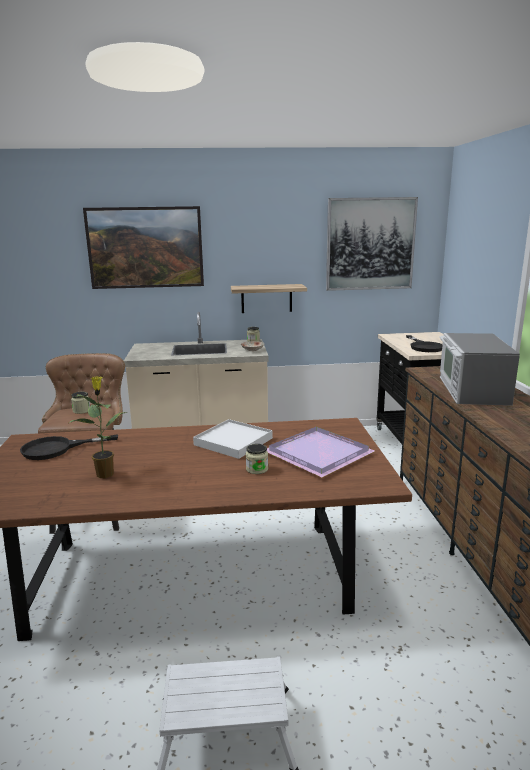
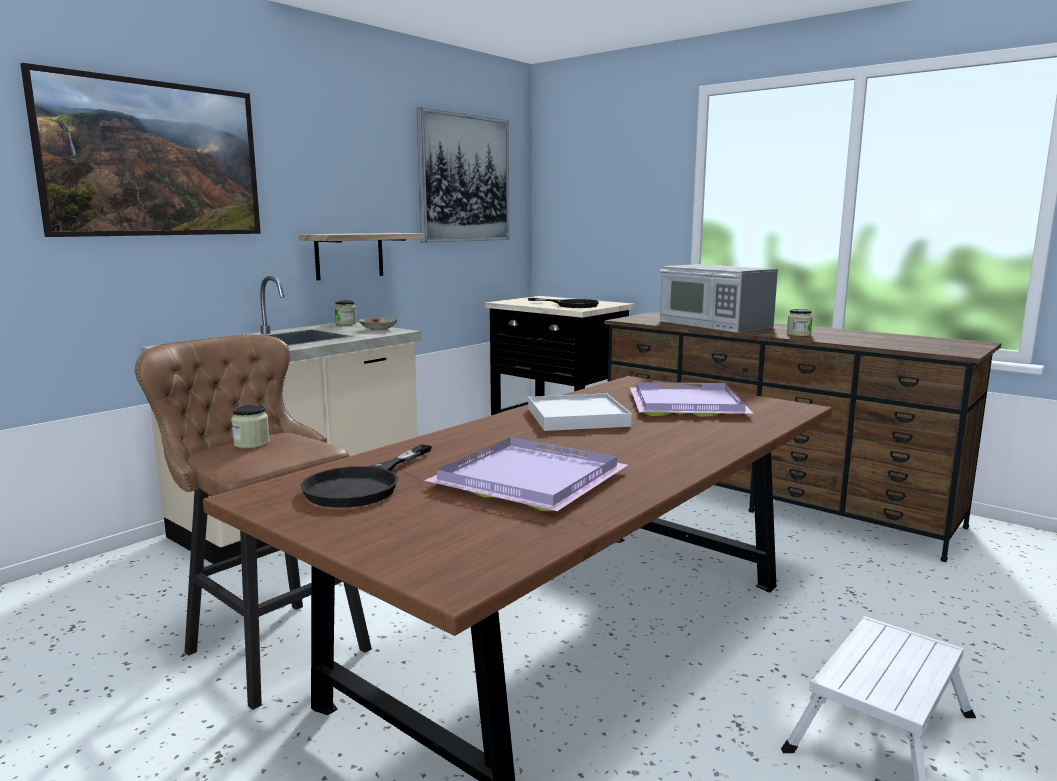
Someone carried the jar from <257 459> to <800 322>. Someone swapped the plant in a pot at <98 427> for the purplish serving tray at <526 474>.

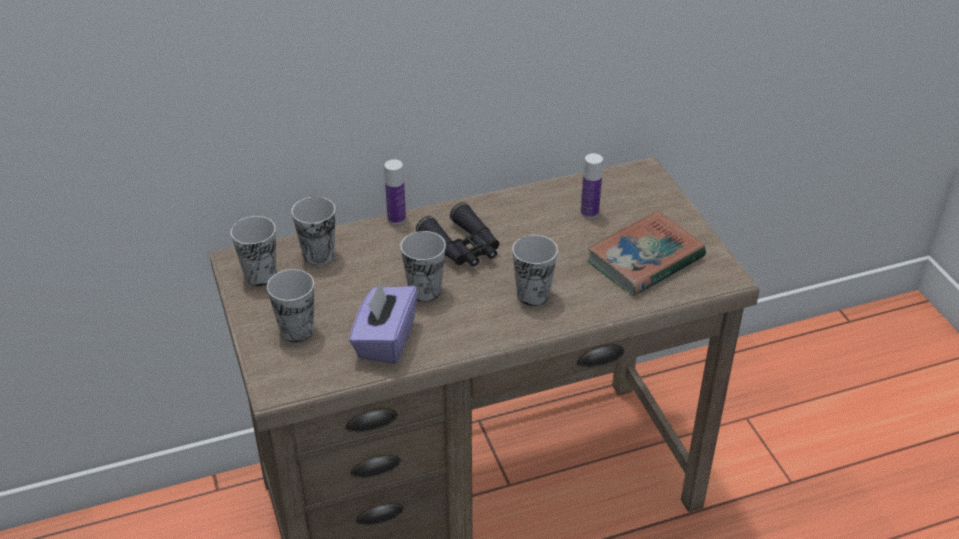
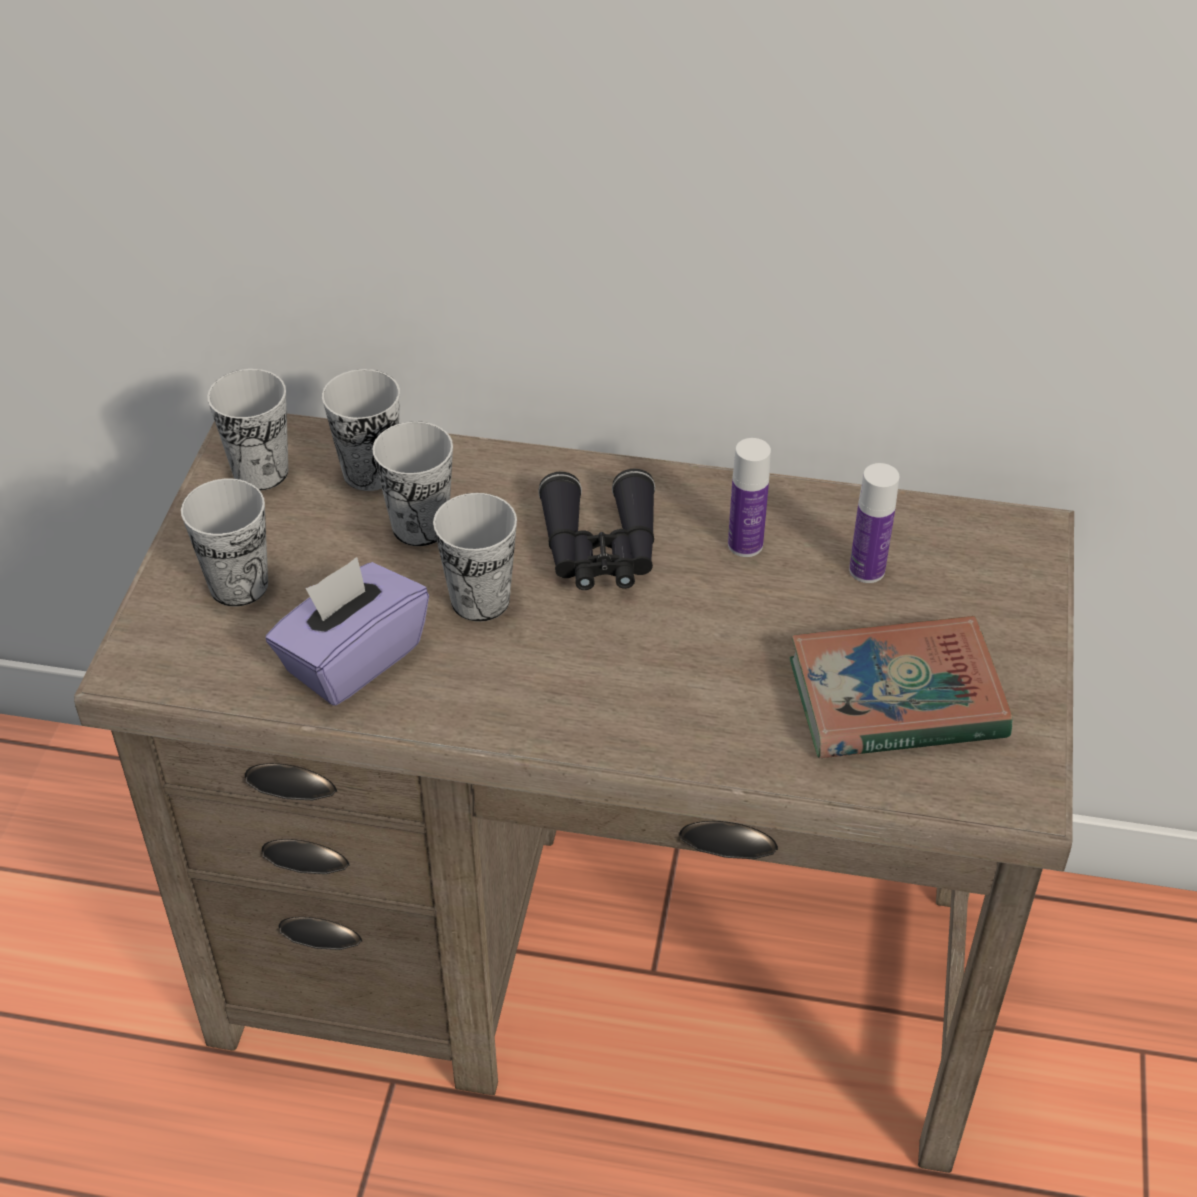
Someone carried the bottle from <395 191> to <749 497>. Someone carried the drinking cup from <535 270> to <413 483>.

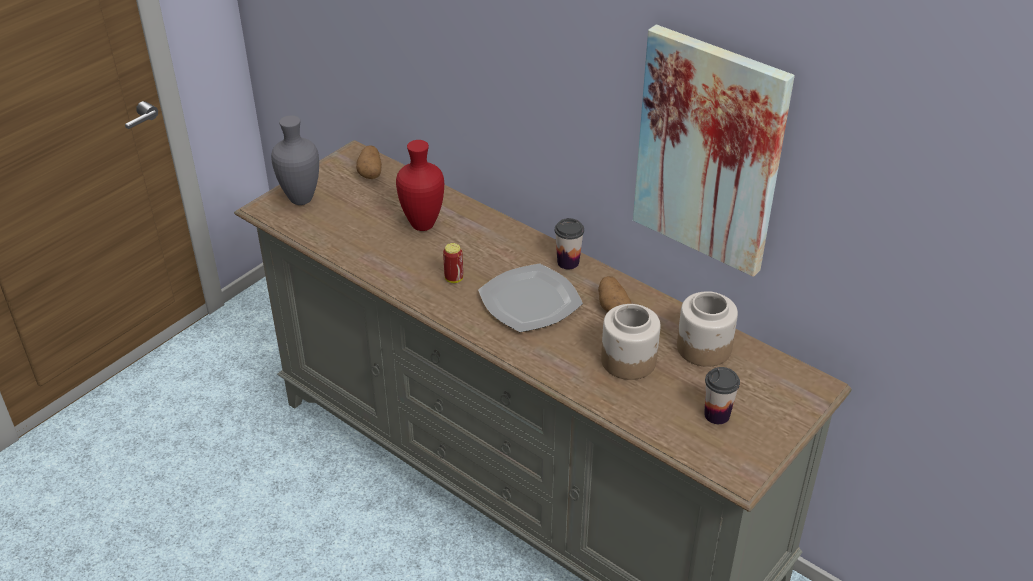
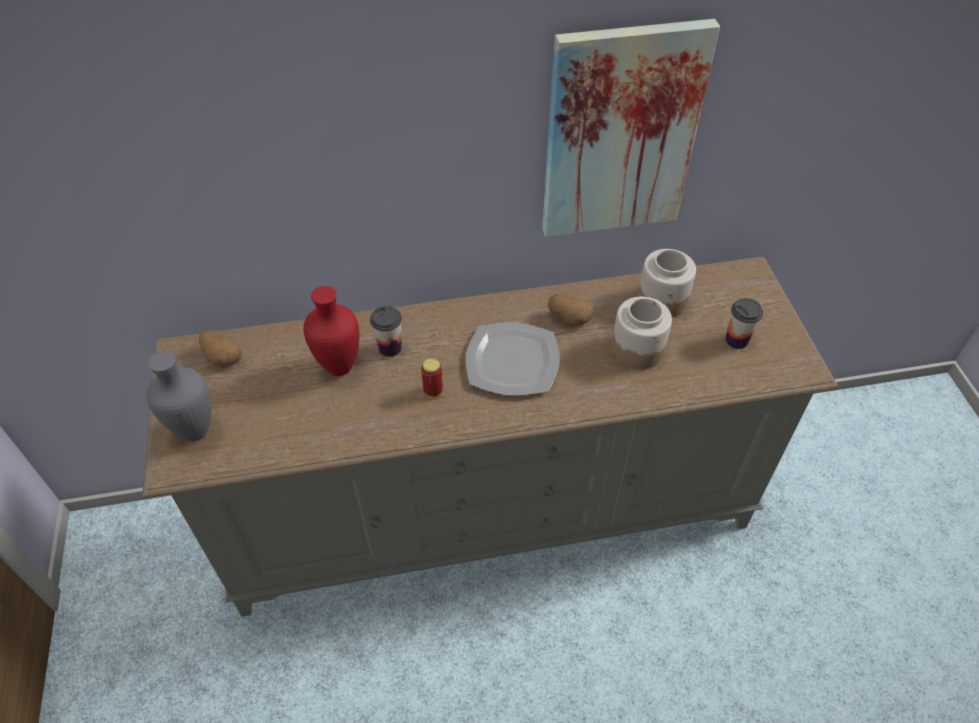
Someone carried the drinking cup from <569 243> to <386 331>.

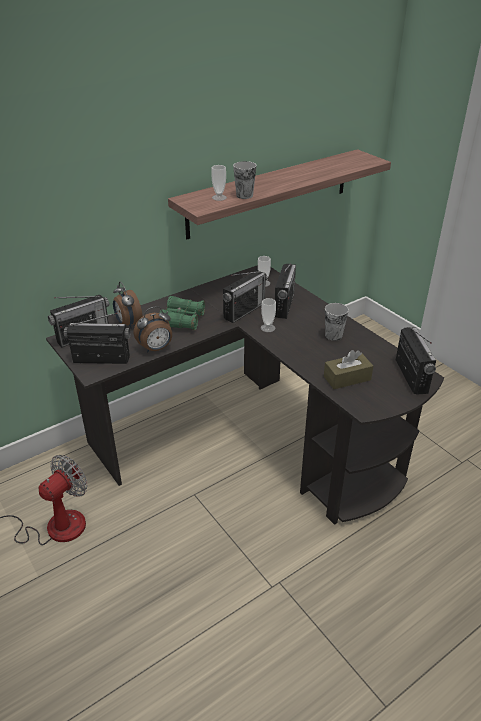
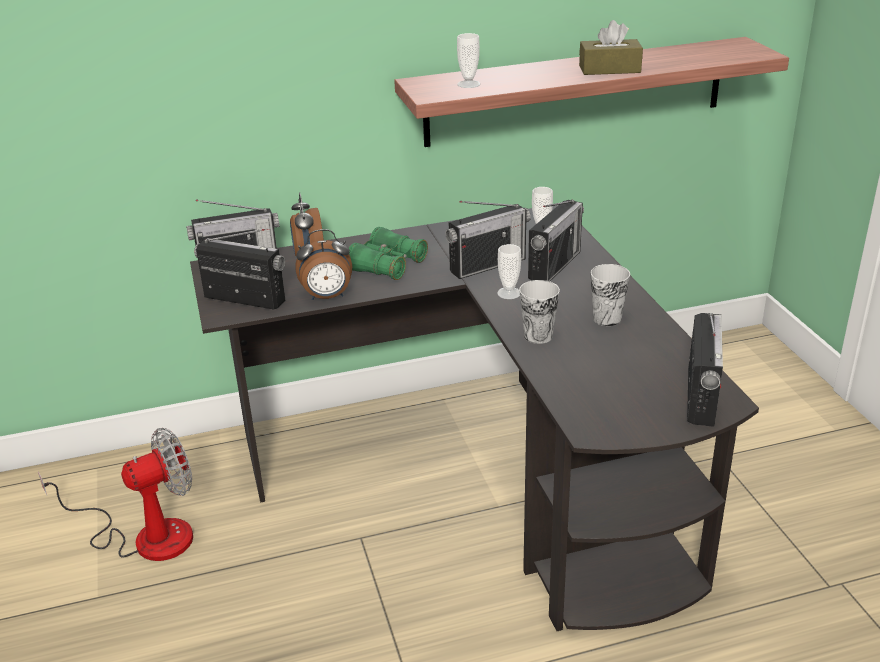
Someone carried the drinking cup from <245 180> to <539 312>. Someone carried the brown-coloured box of tissues from <348 369> to <611 47>.

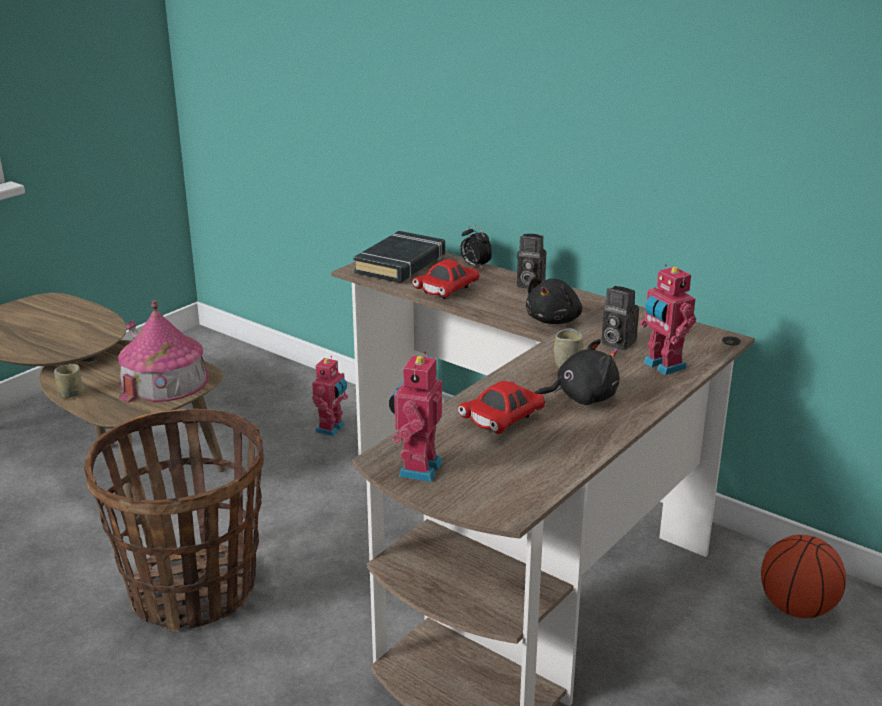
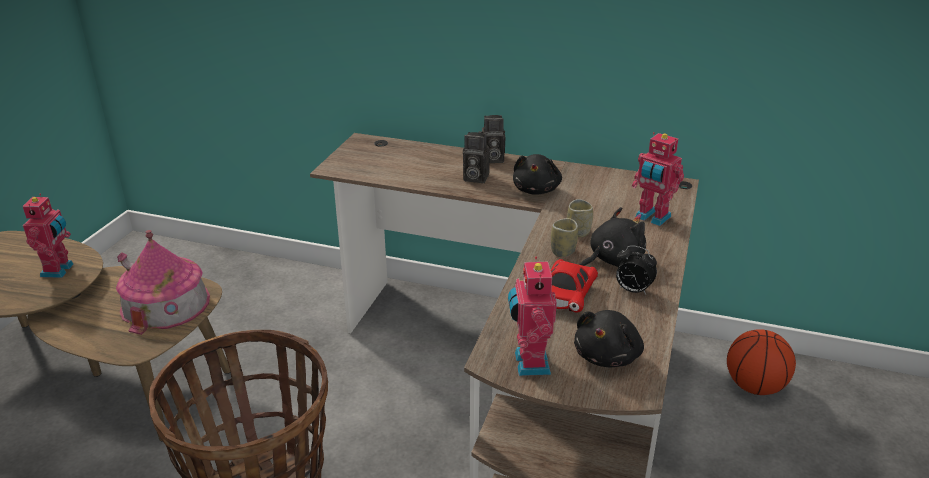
Someone took away the black volume at <399 257>. Someone took away the reddish model car at <445 279>. Someone put down the black soft toy at <609 338>. Someone carried the drinking cup from <68 381> to <564 237>. Someone carried the toy robot from <330 396> to <48 235>. Someone carried the table clock from <476 246> to <636 270>. Someone carried the still camera from <620 318> to <476 157>.

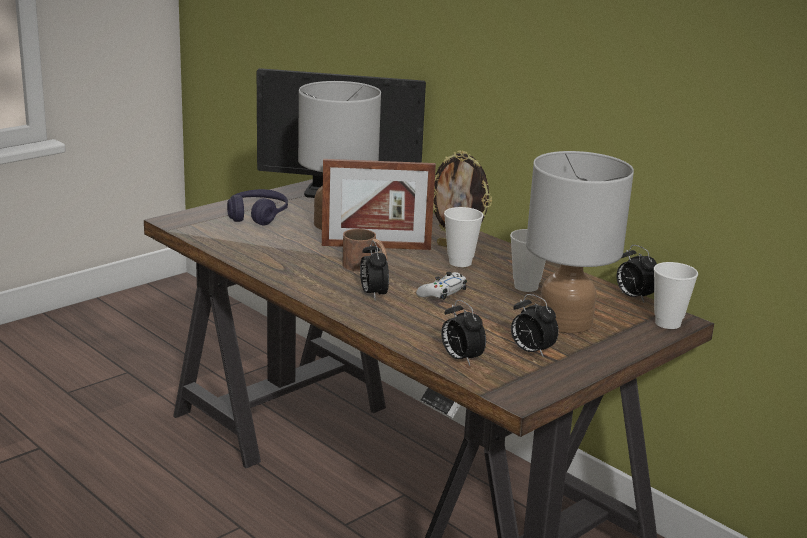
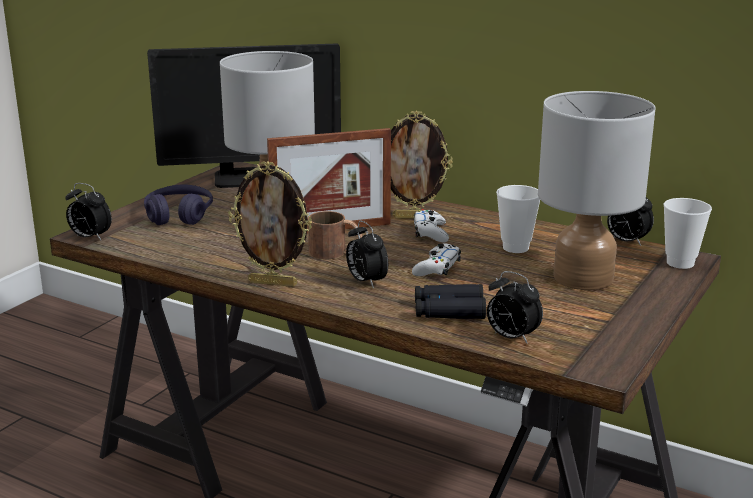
Someone put down the picture frame at <270 224>. Someone put down the black pair of binoculars at <450 301>. Someone carried the table clock from <535 326> to <88 211>. Someone swapped the drinking cup at <463 237> for the white-coloured game controller at <431 226>.

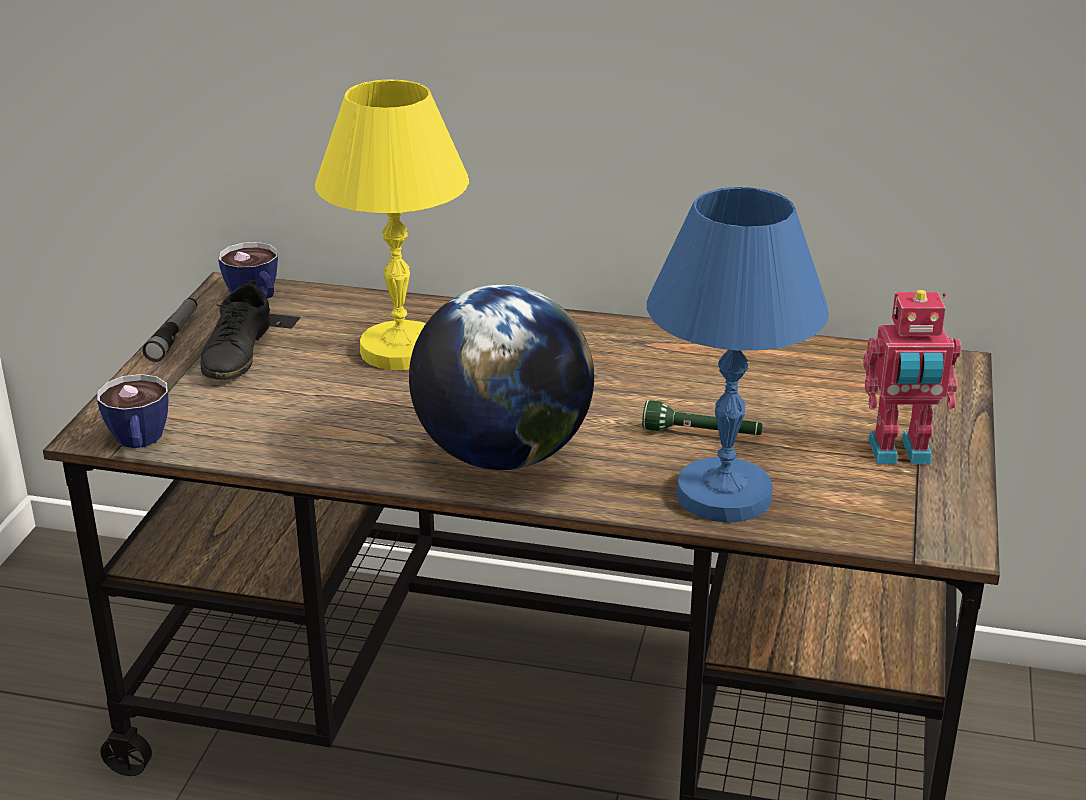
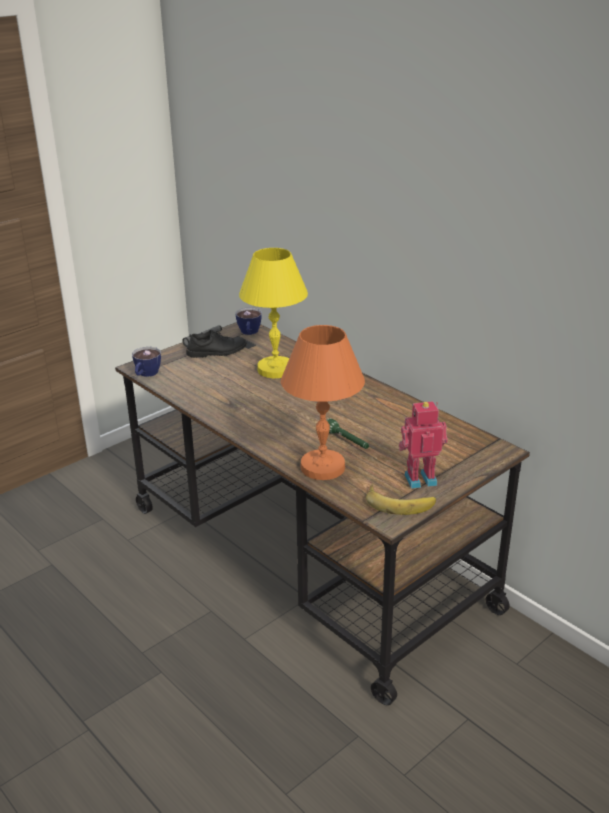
Someone took away the desk globe at <501 377>. Someone put down the banana at <401 499>. Someone repainted the bluish lamp for a table at <738 355>, which became the orangey lamp for a table at <323 402>. Someone rotated the black shoe at <235 330> by 150 degrees counterclockwise. Someone rotated the toy robot at <912 377> by 135 degrees clockwise.

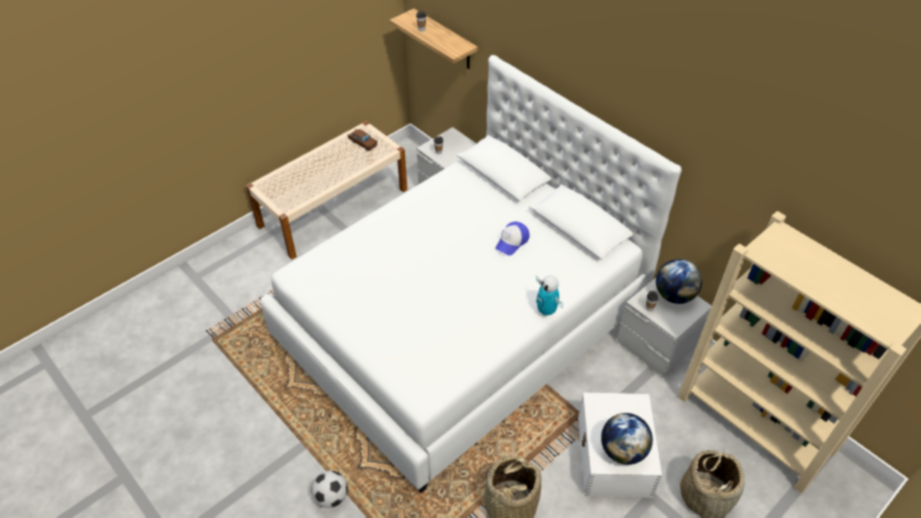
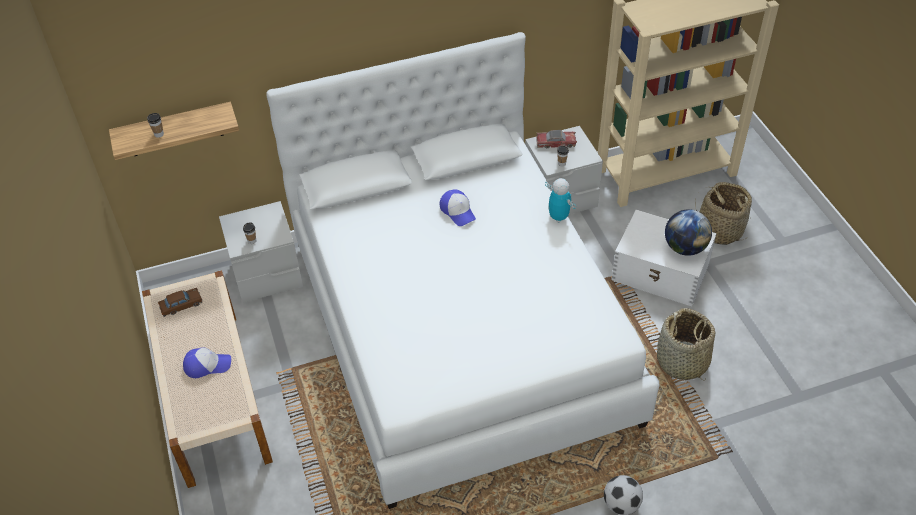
Someone put down the baseball cap at <207 362>. Someone swapped the desk globe at <679 281> for the model car at <556 139>. Someone rotated the toy robot at <549 296> by 120 degrees counterclockwise.

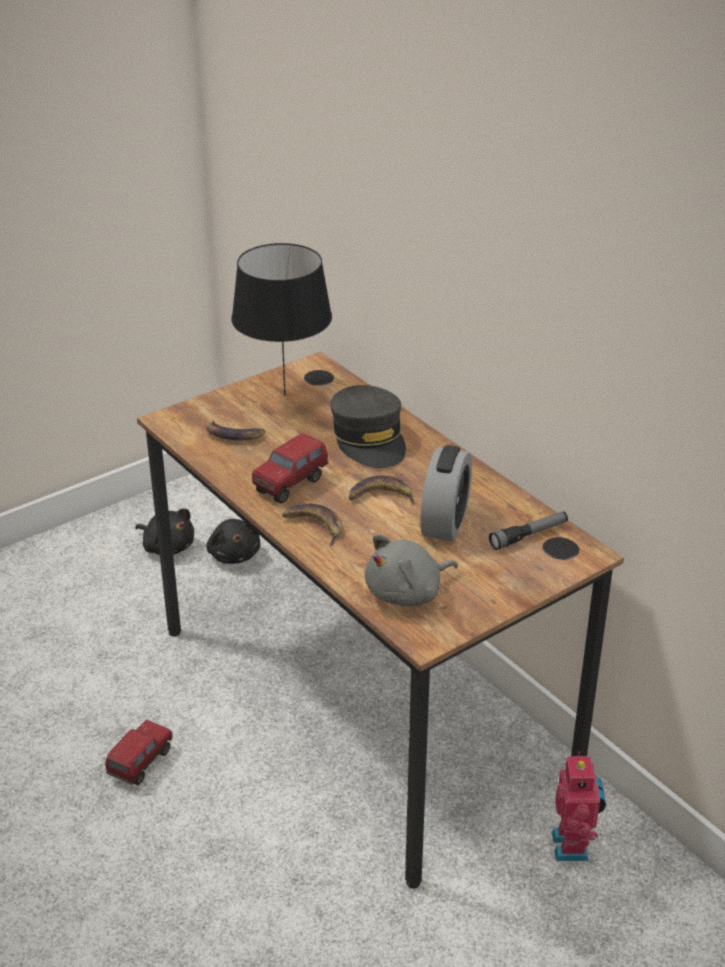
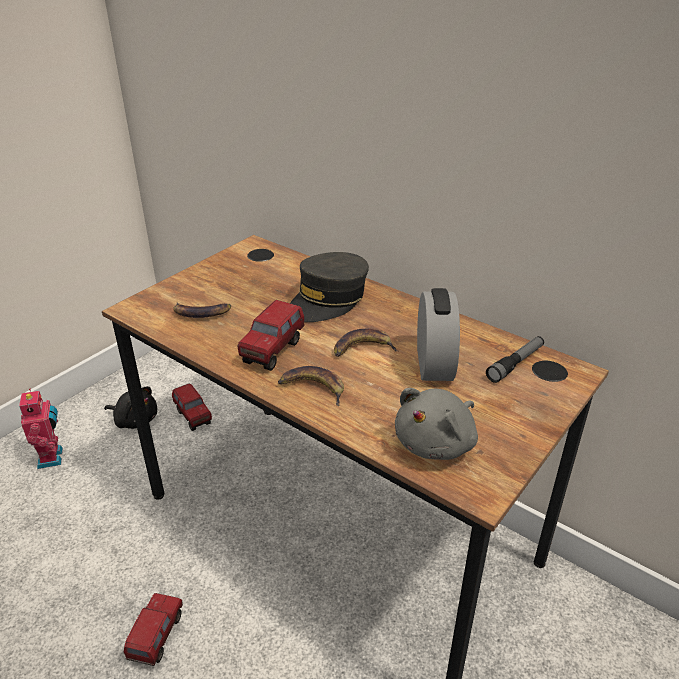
Someone took away the black lamp for a table at <281 319>. Someone carried the toy robot from <579 806> to <41 429>. Someone swapped the black soft toy at <233 541> for the model truck at <192 407>. Someone rotated the grey baseball cap at <368 426> by 75 degrees clockwise.

